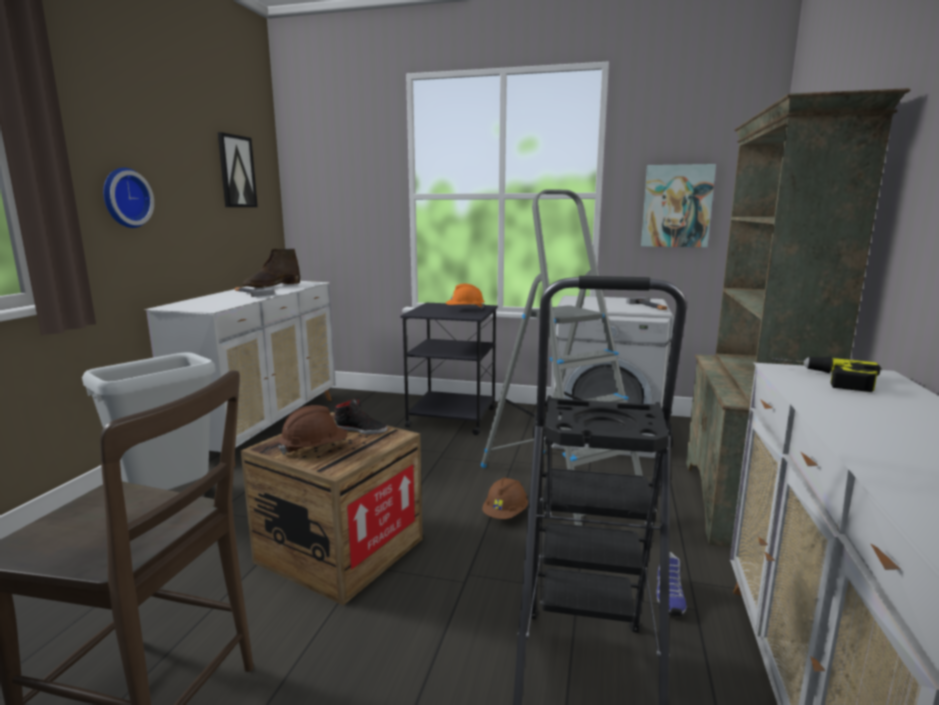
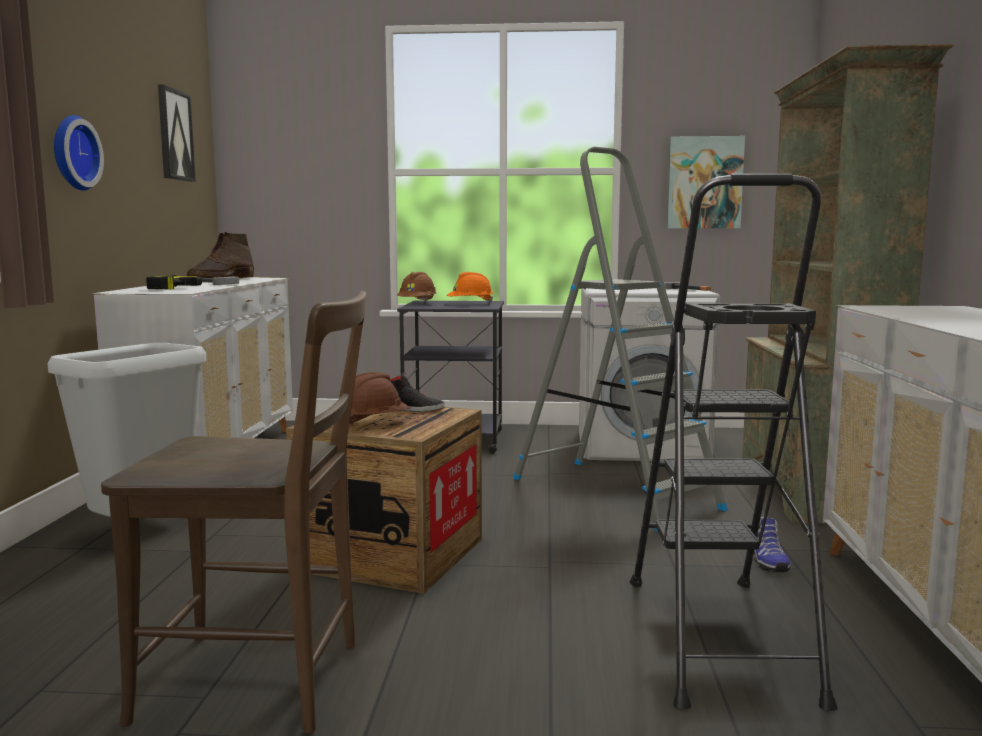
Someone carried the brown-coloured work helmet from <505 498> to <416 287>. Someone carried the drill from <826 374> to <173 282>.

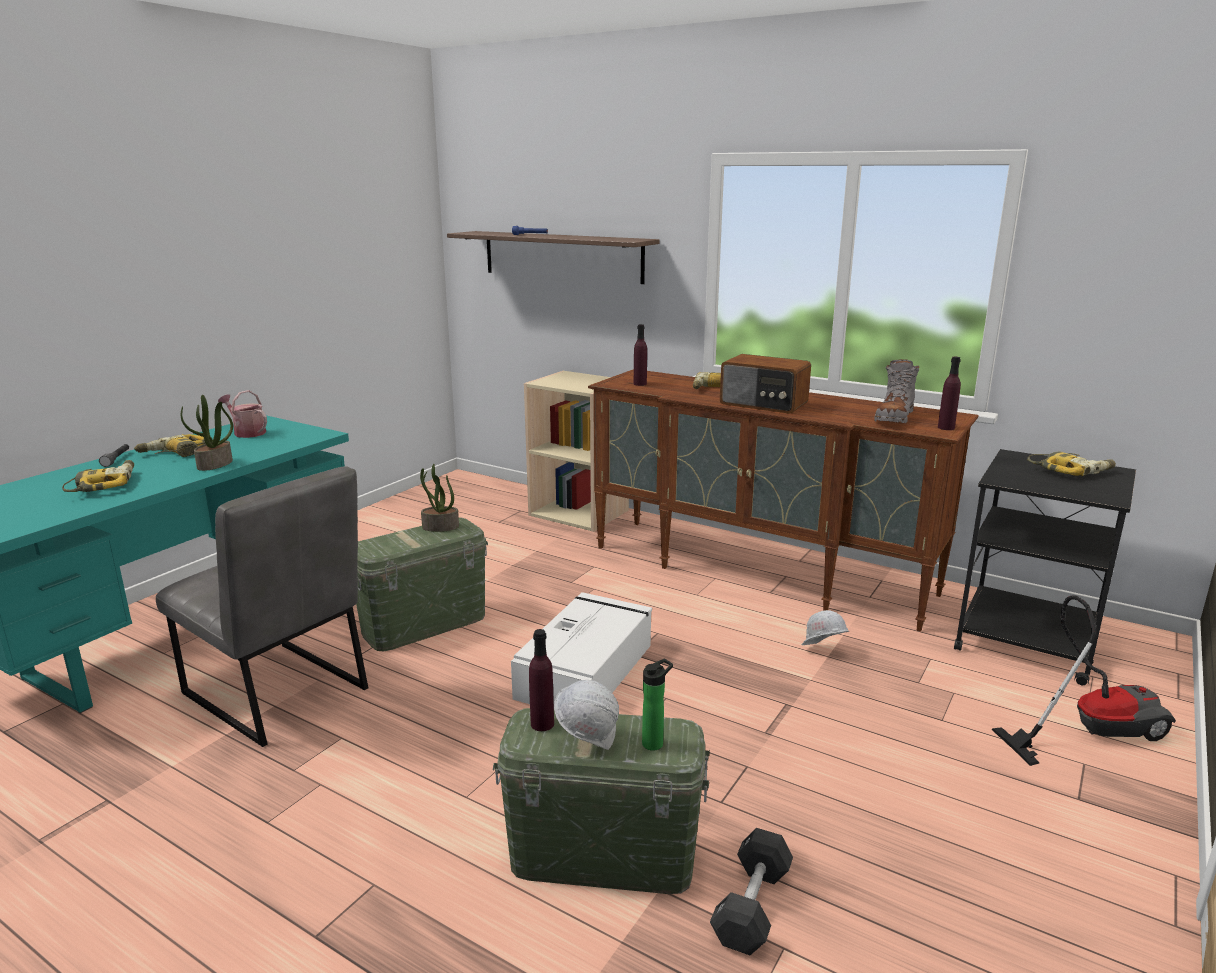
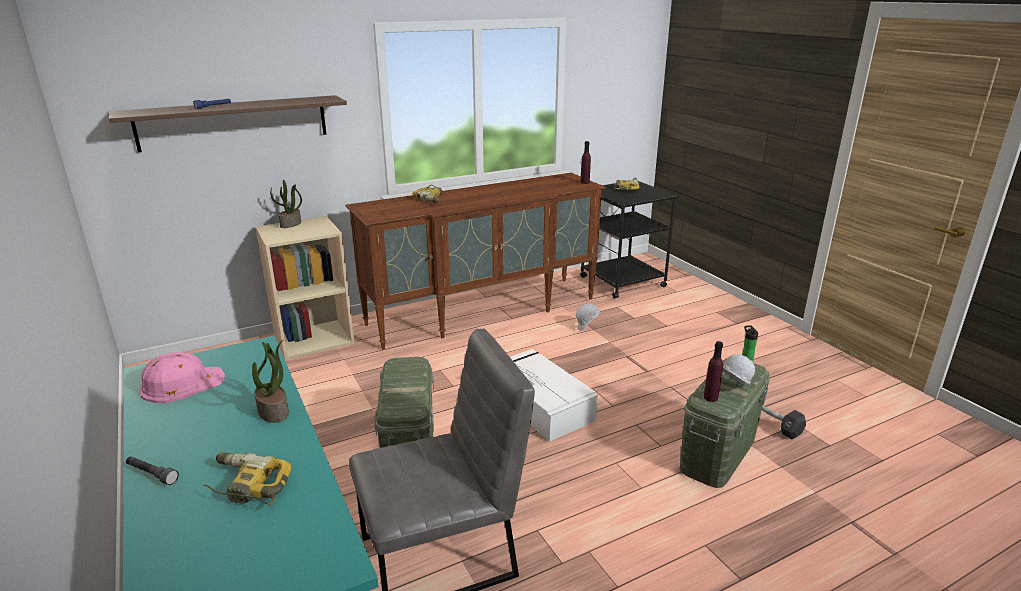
Someone took away the drill at <170 445>. Someone took away the purplish bottle at <640 355>. Someone took away the radio set at <765 384>. Someone took away the grey boot at <896 391>. Someone took away the vacuum at <1084 680>. Someone carried the plant in a pot from <439 498> to <286 204>. Someone swapped the sprinkling can at <242 414> for the pinkish work helmet at <182 377>.

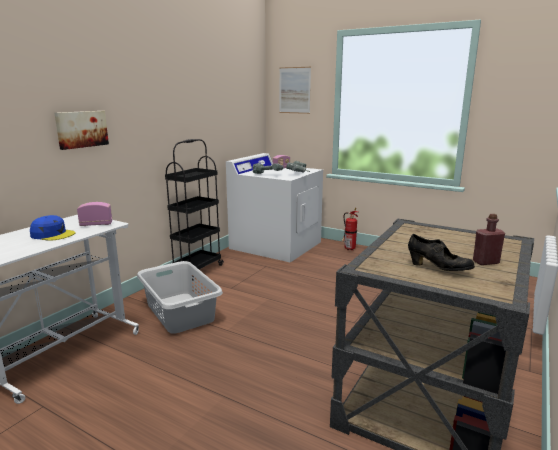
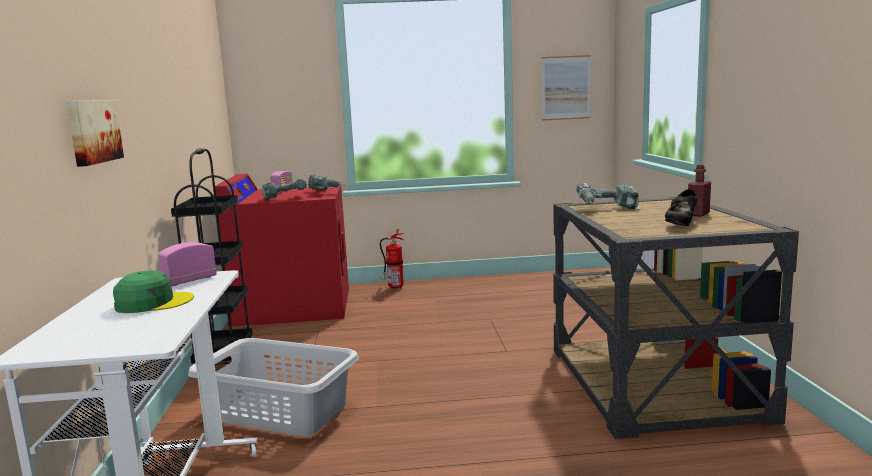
Someone put down the drill at <608 196>. Someone carried the picture from <295 90> to <566 88>. Someone repainted the bluish baseball cap at <52 228>, which became the green-coloured baseball cap at <153 291>. Someone repainted the white-coloured laundry appliance at <274 208>, which became the reddish laundry appliance at <282 250>. Someone rotated the black shoe at <441 252> by 120 degrees clockwise.

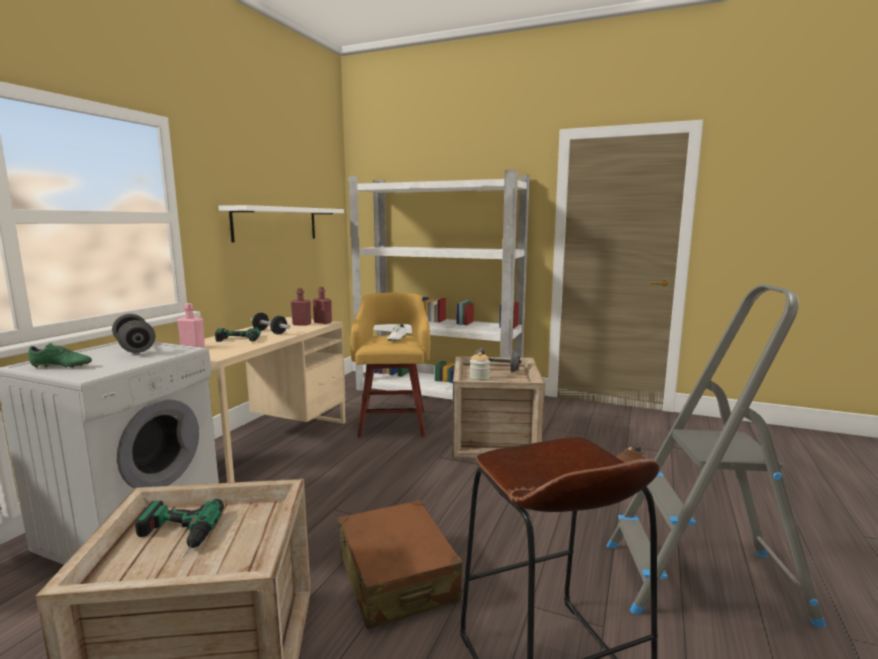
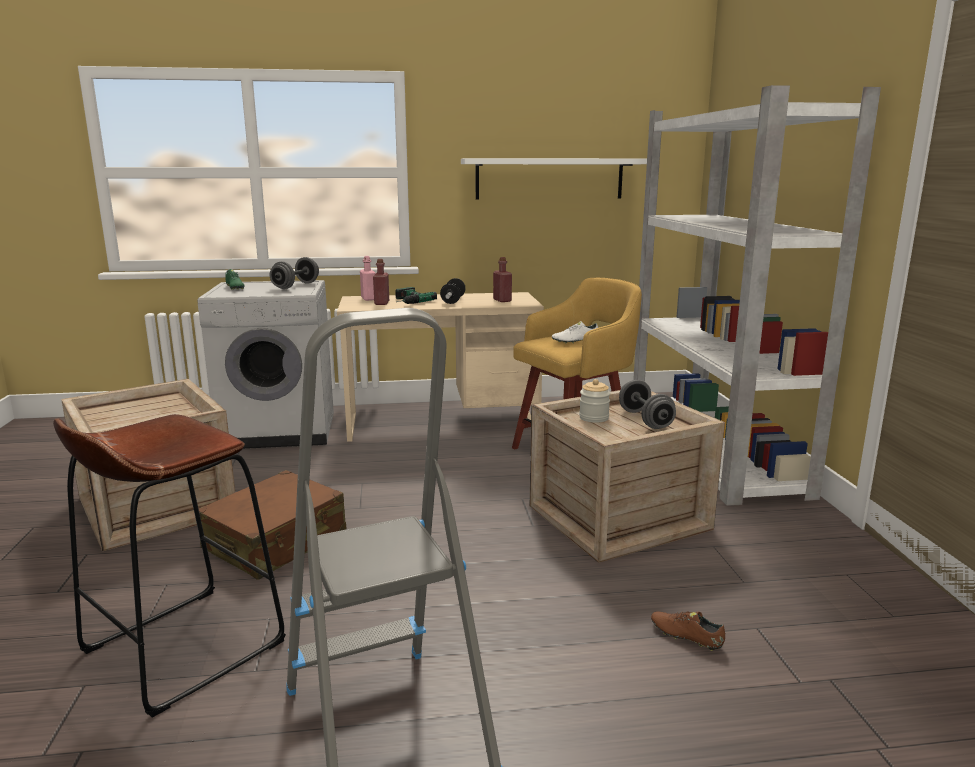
Someone took away the drill at <179 528>. Someone carried the reddish bottle from <322 305> to <381 282>.

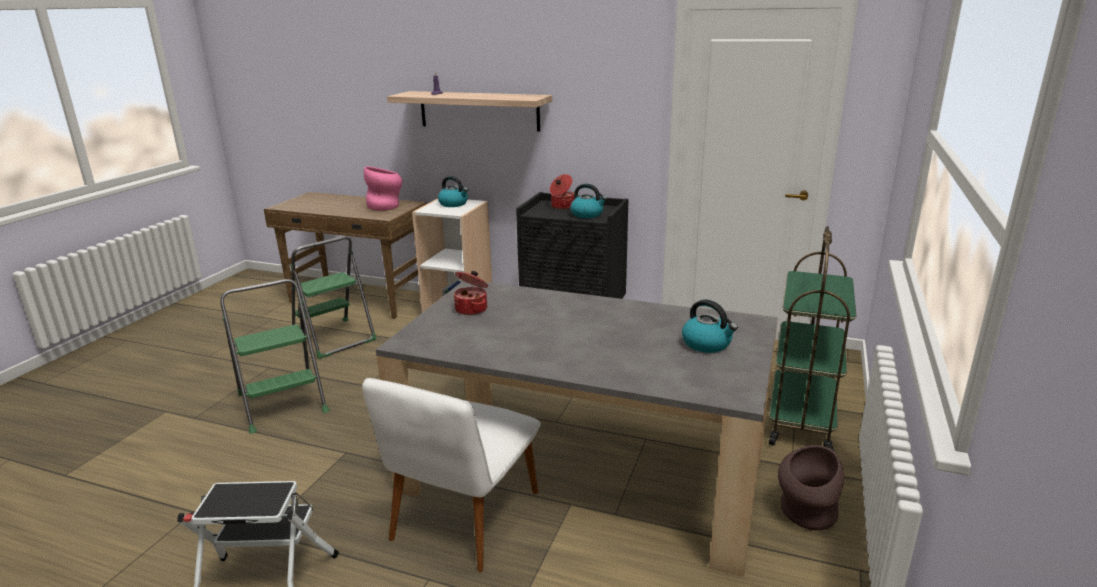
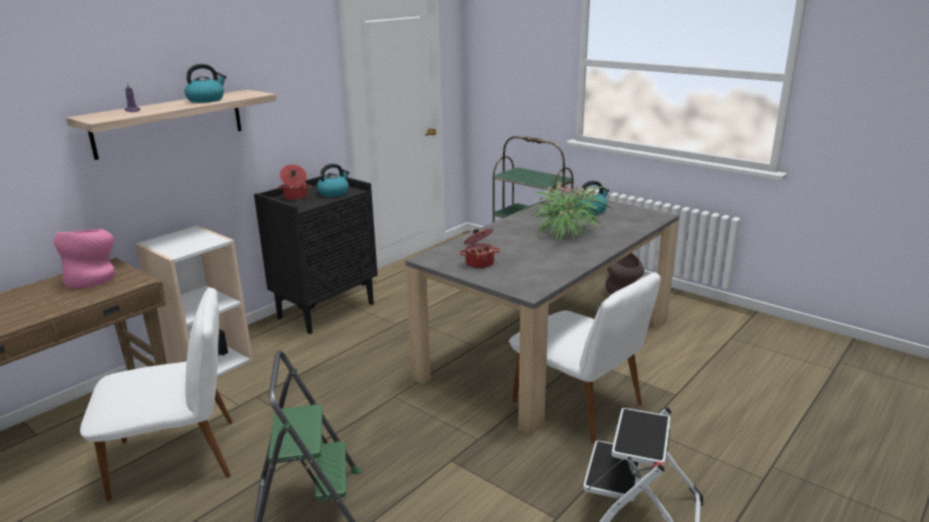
Someone put down the plant in a pot at <566 213>. Someone carried the kettle from <453 191> to <205 83>. Someone swapped the green-coloured step stool at <333 297> for the white-coloured chair at <156 394>.

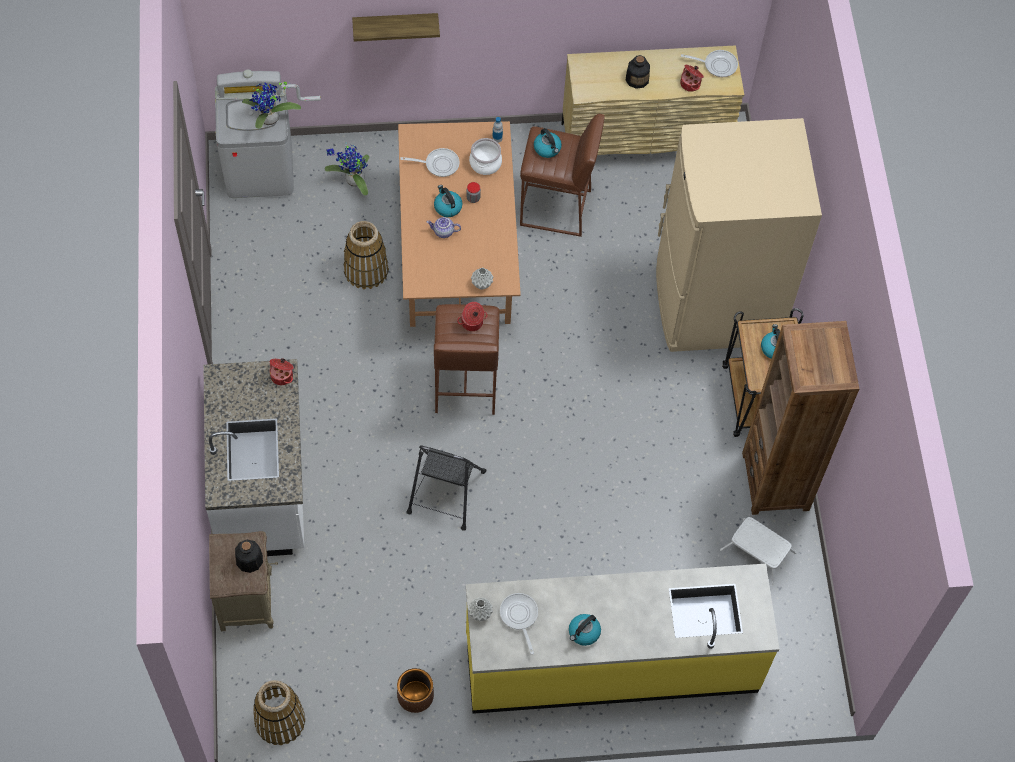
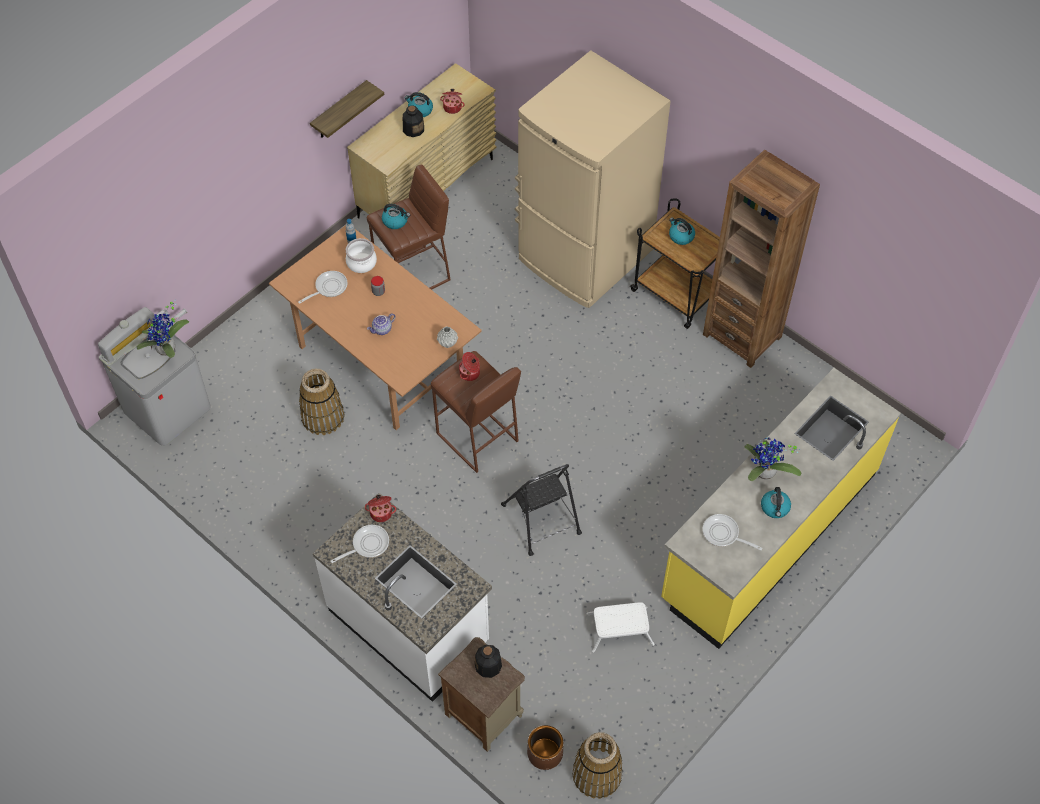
Someone took away the grey vase at <480 609>. Someone carried the plant in a pot from <347 170> to <772 459>. Someone carried the wall shelf from <396 27> to <347 109>. Someone carried the brown-coloured flower pot from <415 690> to <545 747>. Someone carried the kettle from <448 201> to <418 104>. Someone carried the frying pan from <709 63> to <360 544>. Someone carried the white-coloured step stool from <758 551> to <621 627>.

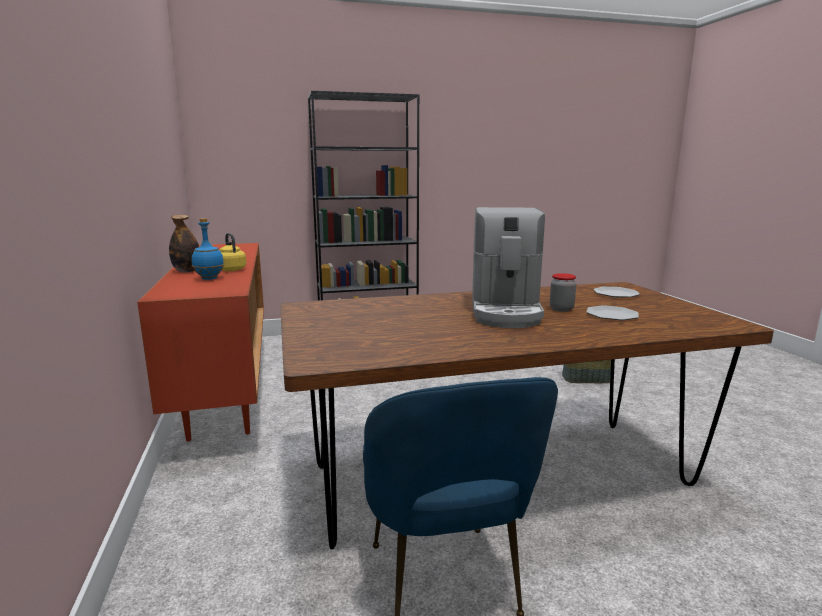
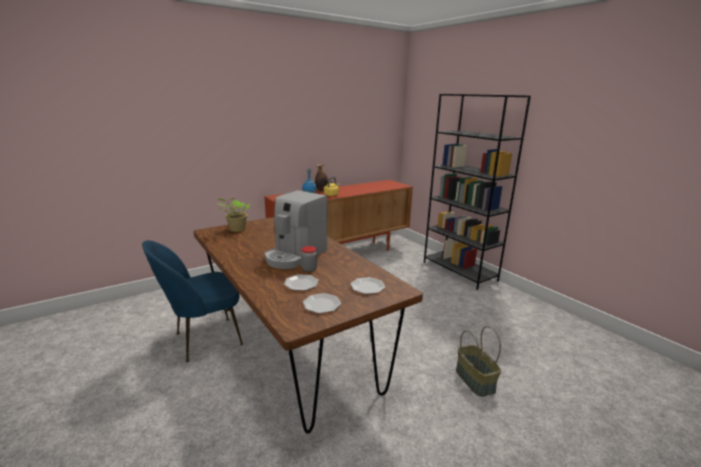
Someone put down the plant in a pot at <233 215>. Someone put down the flat dish at <322 303>. Someone rotated the coffee machine at <508 267> by 45 degrees counterclockwise.

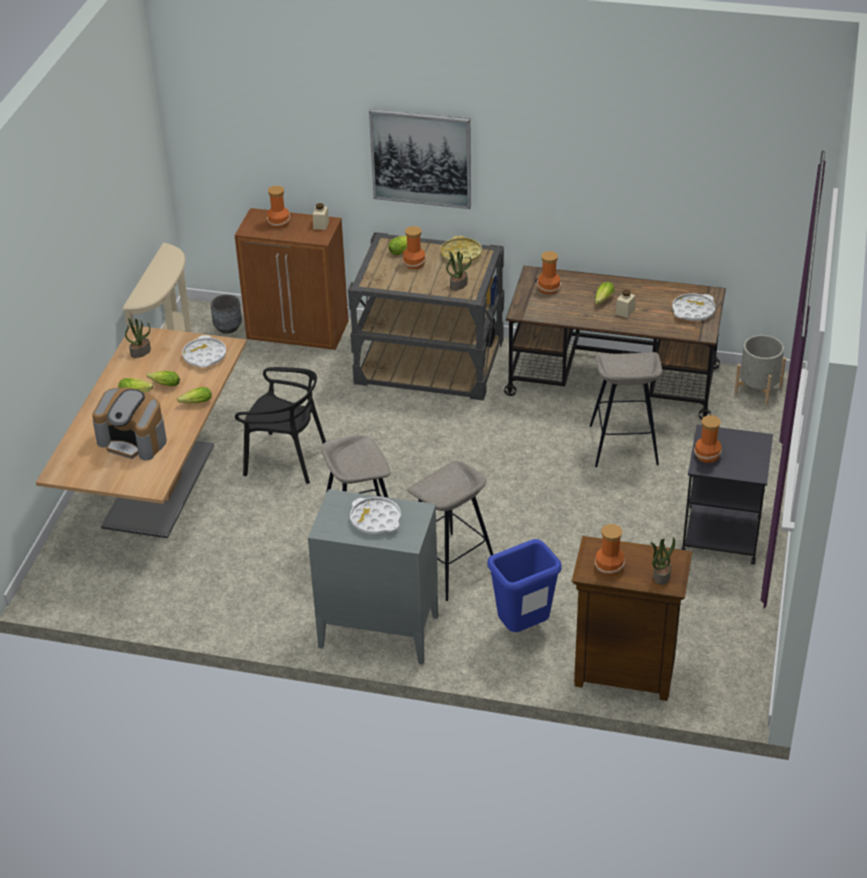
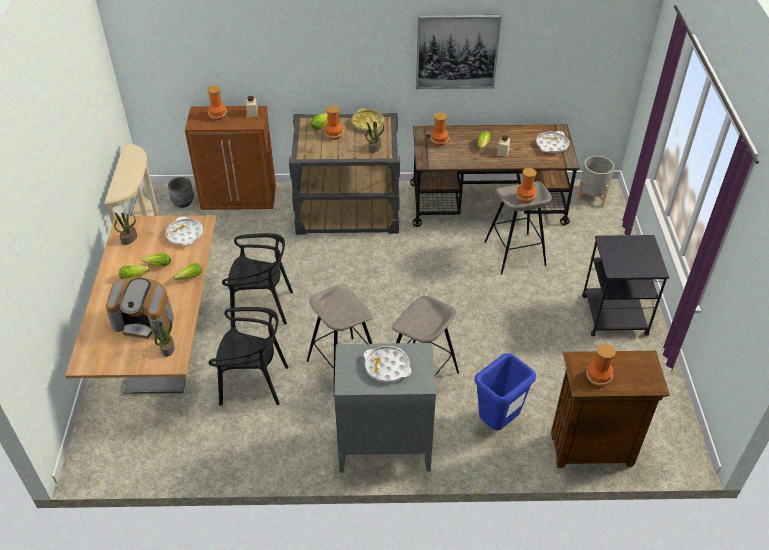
Someone put down the black chair at <248 356>. Someone carried the picture from <420 159> to <458 52>. Someone carried the plant in a pot from <663 561> to <162 338>. Someone carried the vase from <708 439> to <526 185>.

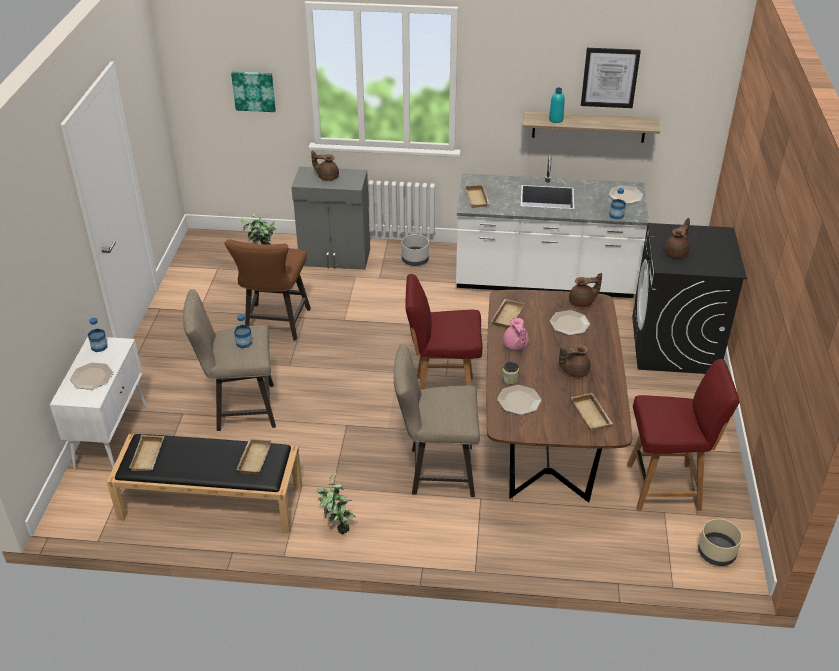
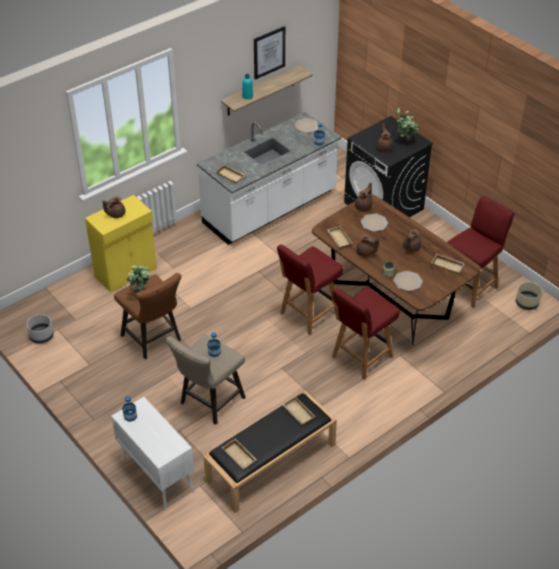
Someone took away the flat dish at <91 376>. Someone took away the picture at <253 92>. Someone carried the plant in a pot from <336 503> to <408 125>. Someone carried the grey flower pot from <415 250> to <40 329>. Someone swapped the beige-coloured stool seat at <437 420> for the reddish chair at <366 334>. Someone repainted the grey cupboard at <330 218>, which became the yellow-coloured cupboard at <121 243>. Someone repainted the pinkish tea pot at <516 334>, which became the brown-coloured tea pot at <367 246>.

